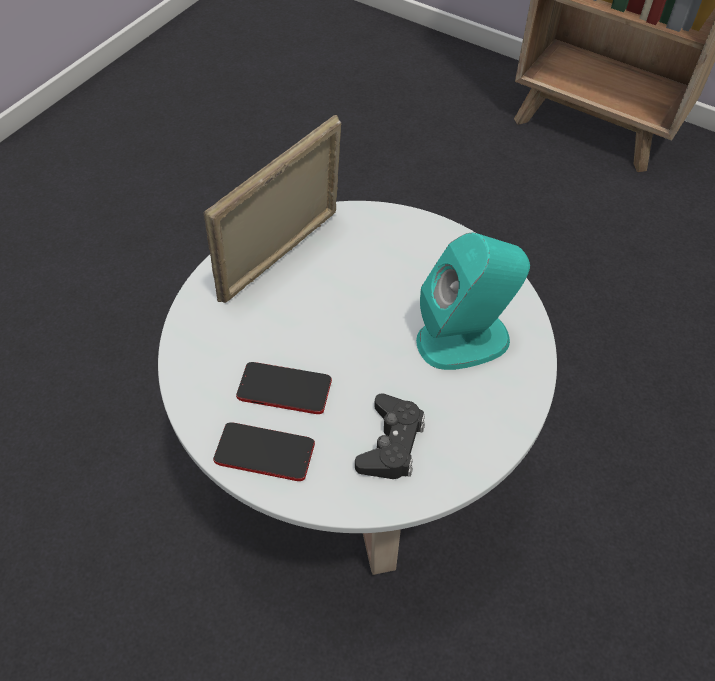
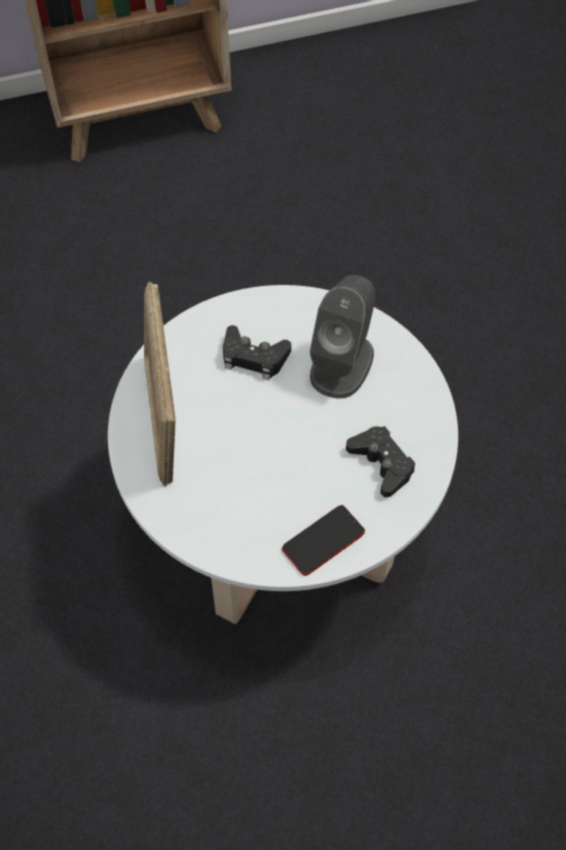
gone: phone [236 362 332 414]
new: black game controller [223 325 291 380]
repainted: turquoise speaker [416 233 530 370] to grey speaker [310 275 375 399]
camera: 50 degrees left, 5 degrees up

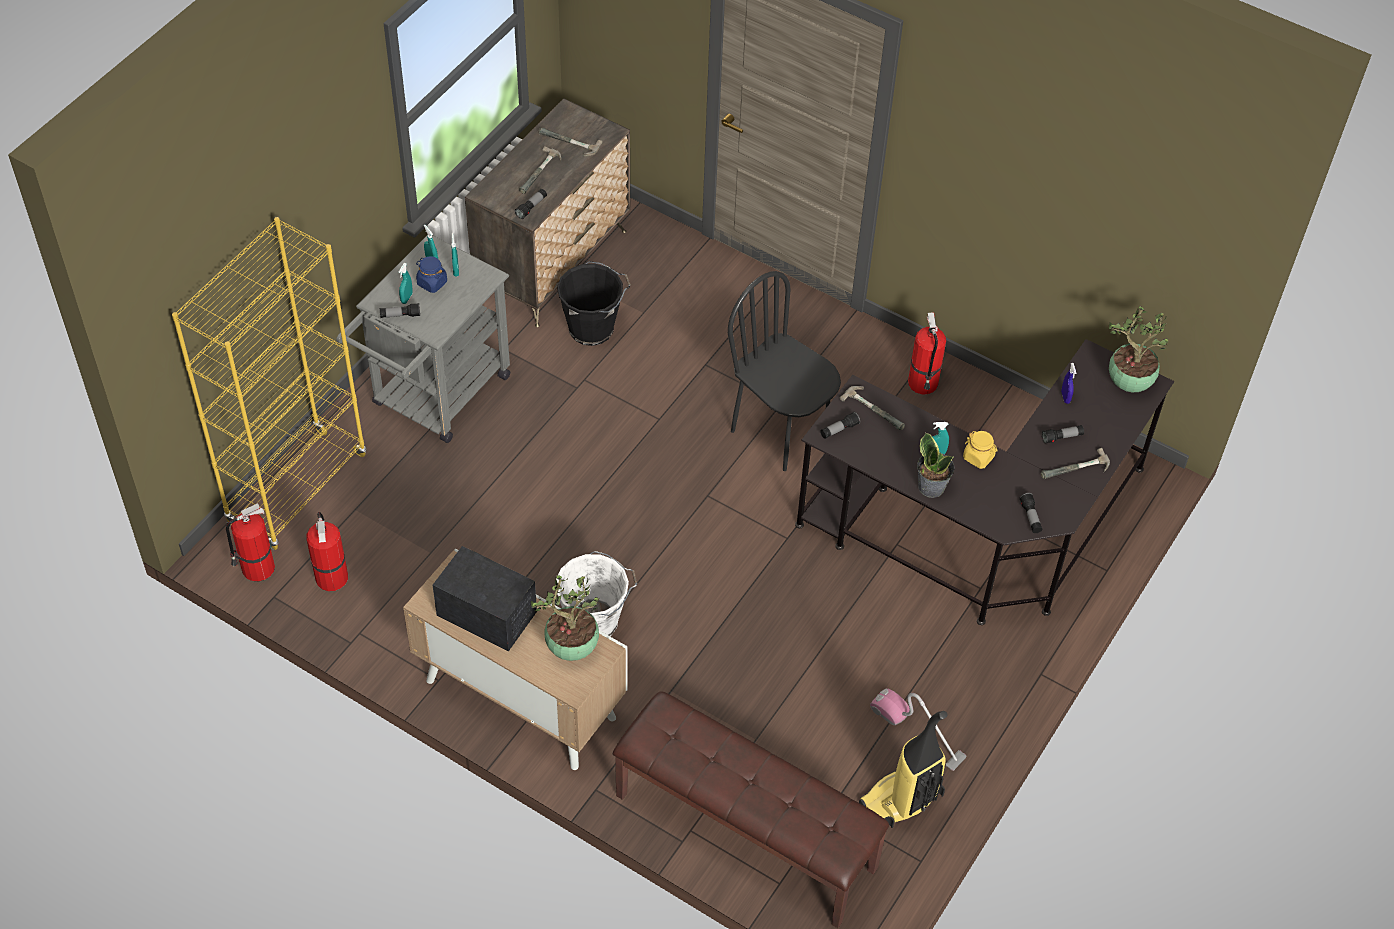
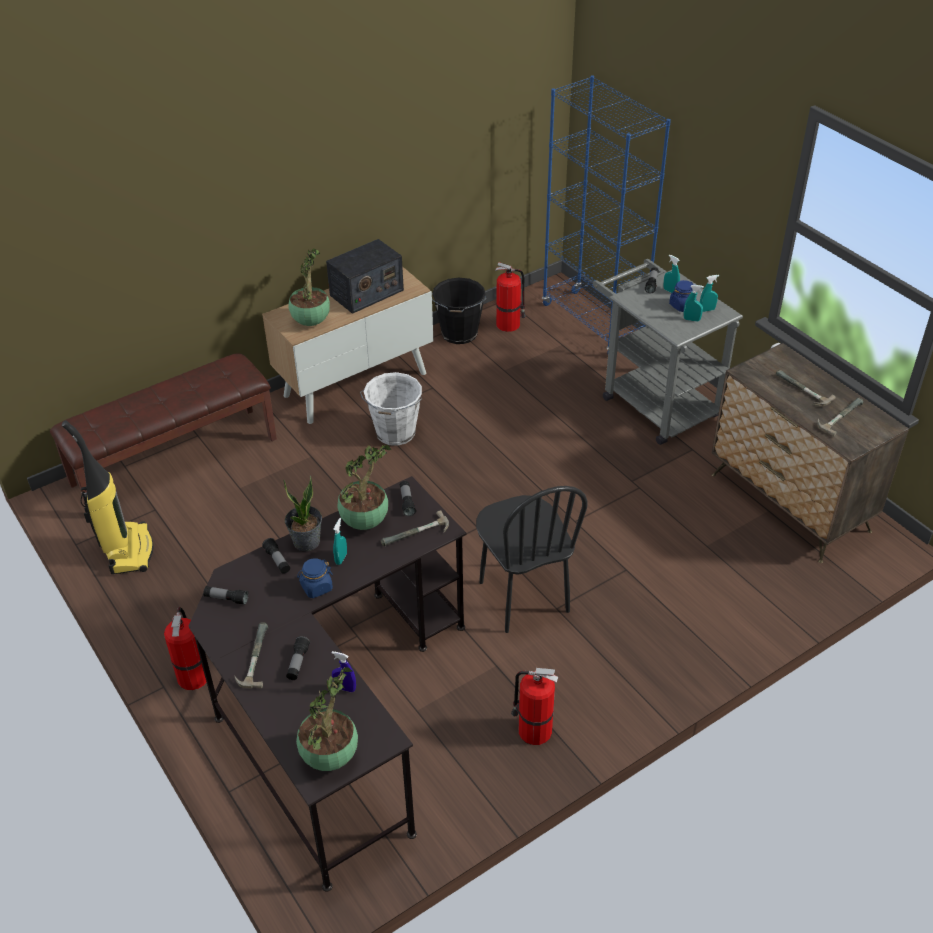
gone: vacuum cleaner [870 688 966 771]
new: potted plant [338 445 391 530]
shifted: fire extinguisher [226 503 275 581] to [164 607 207 690]; flashlight [515 189 547 219] to [262 538 290 574]; black bucket [557 261 631 346] to [432 278 486 344]
repainted: yellow bookcase [172 217 366 551] to blue bookcase [542 75 671 354]; yellow jar [963 431 998 469] to blue jar [297 558 333 598]
rotated: black chair [728 271 841 471] = [476 486 587 633] 90 degrees clockwise
camera: 115 degrees right, 10 degrees down

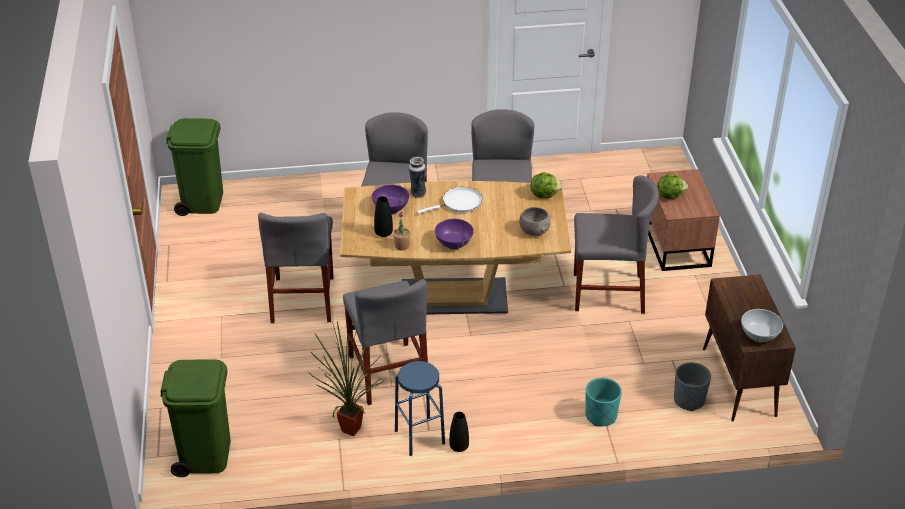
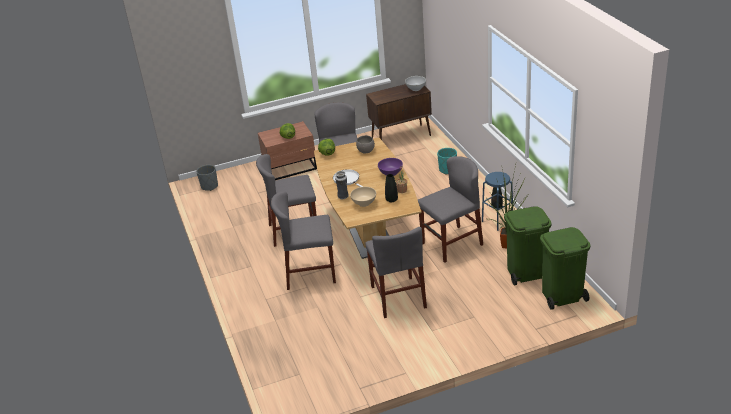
shifted: green trash can [166 118 223 216] to [504 206 552 285]; grey planter [674 362 711 411] to [196 165 218 191]
repainted: purple bowl [372 185 409 214] to beige bowl [350 187 376 207]
rotated: grey chair [258 213 334 323] = [365 227 427 318] 90 degrees clockwise
camera: 100 degrees left, 5 degrees down

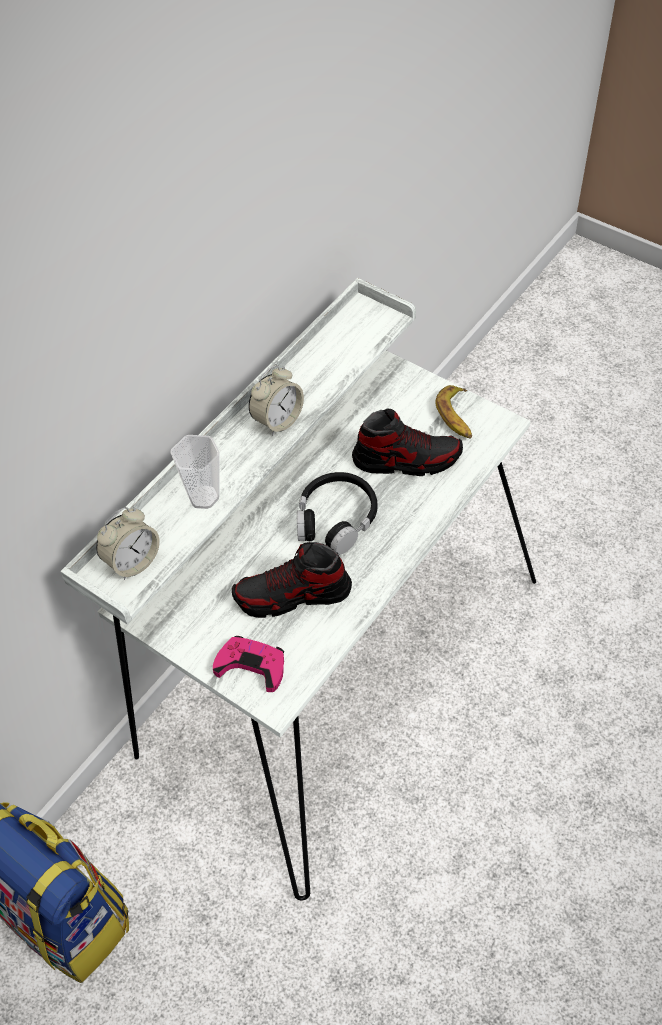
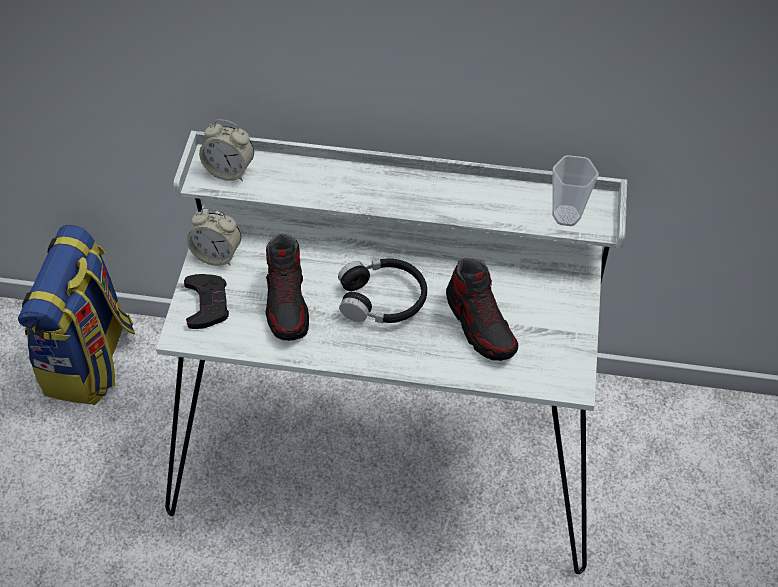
gone: banana [435 385 472 438]
shifted: cup [170 435 220 509] to [552 155 599 226]; alarm clock [249 365 304 436] to [187 208 241 266]
repainted: pink game controller [213 636 284 692] to black game controller [184 274 229 329]
rotated: shoe [232 542 352 618] = [266 234 309 341] 150 degrees counterclockwise
camera: 60 degrees right, 0 degrees up

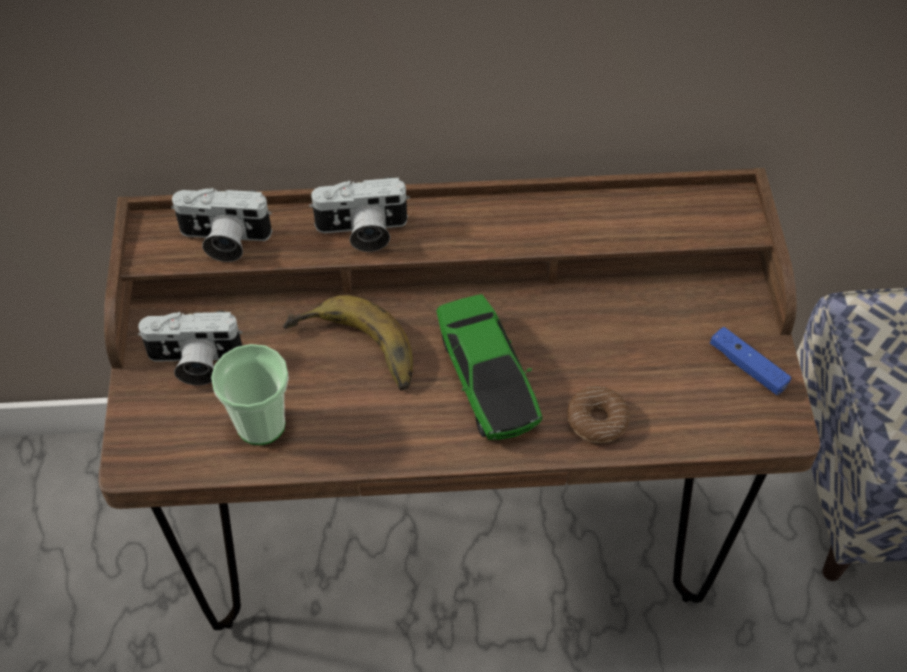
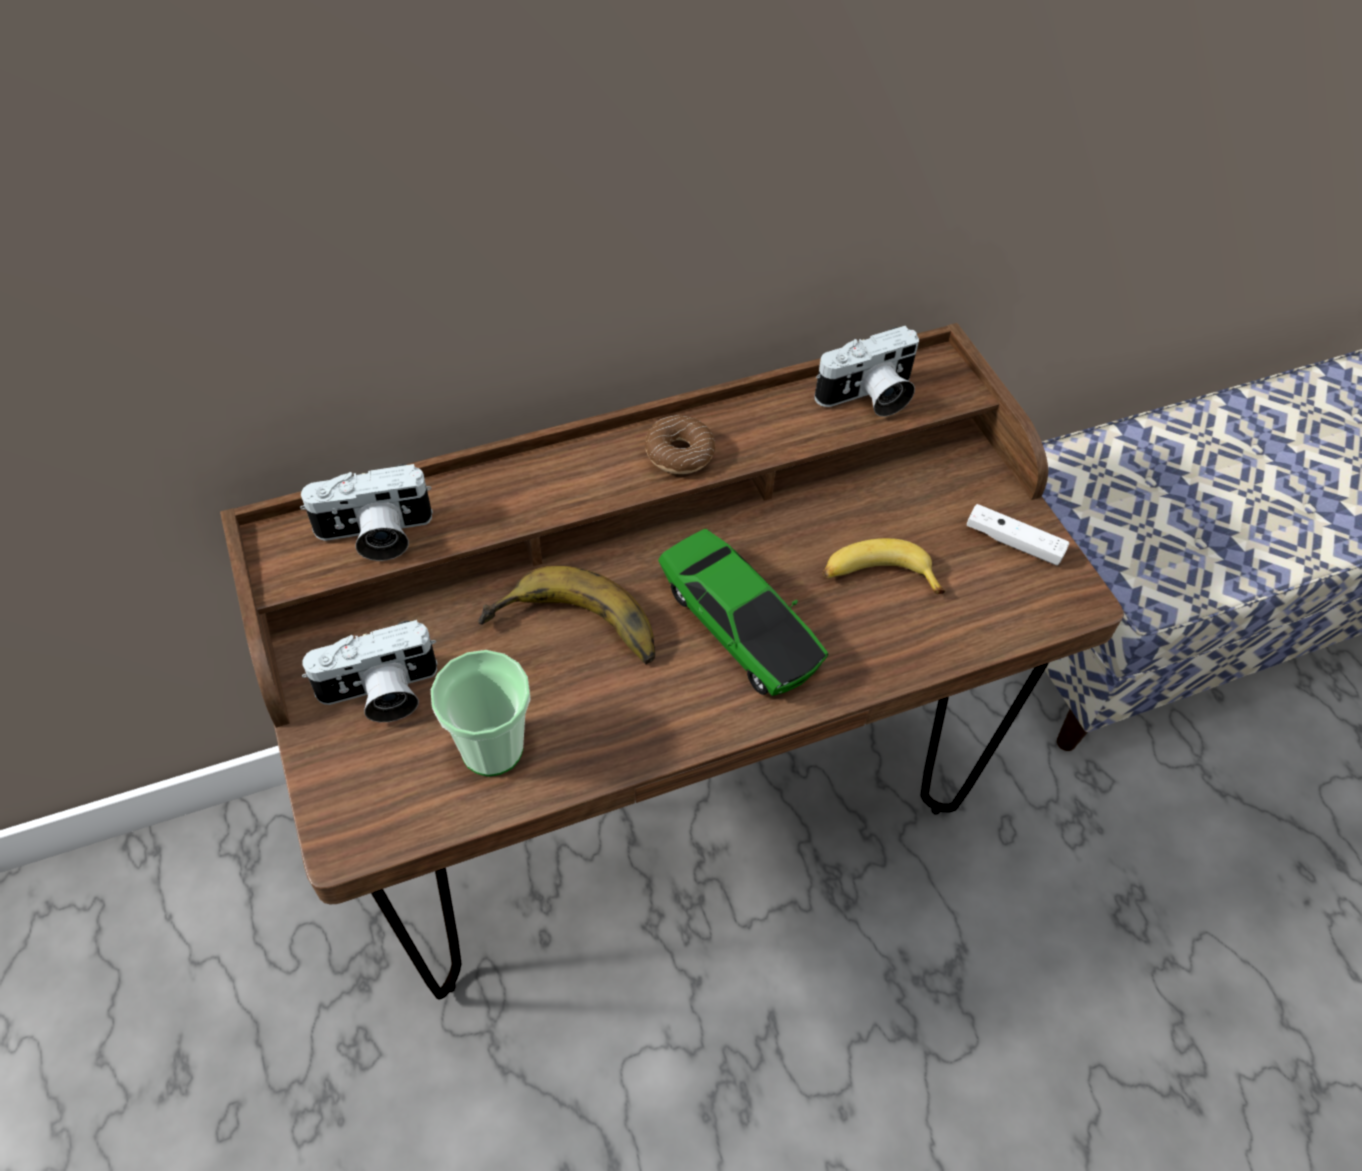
new: banana [823 538 945 594]
shifted: photo camera [309 177 410 252] to [814 326 919 417]; donut [567 386 630 443] to [645 415 715 474]
repainted: blue game controller [710 327 791 395] to white game controller [967 504 1070 566]
camera: 20 degrees left, 0 degrees up

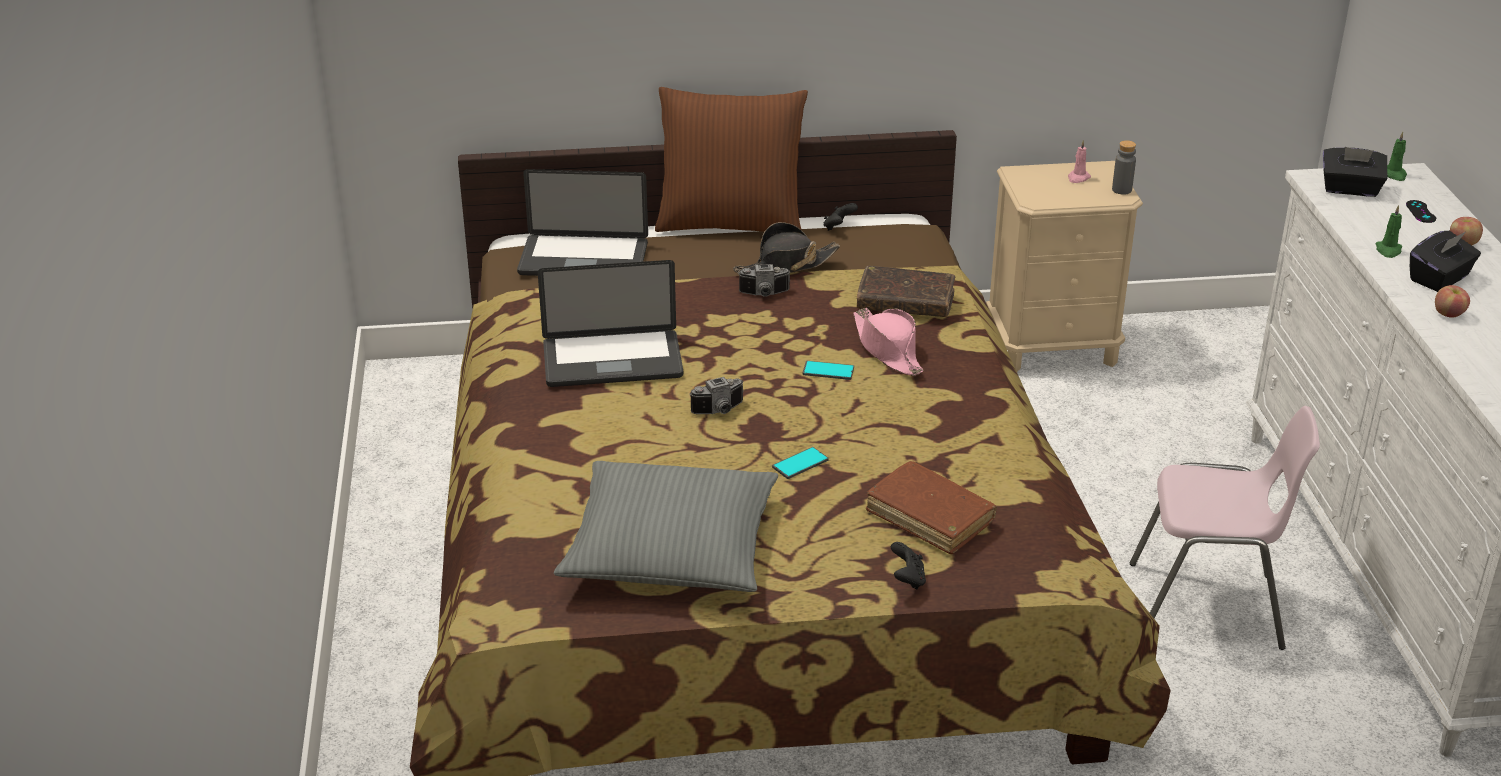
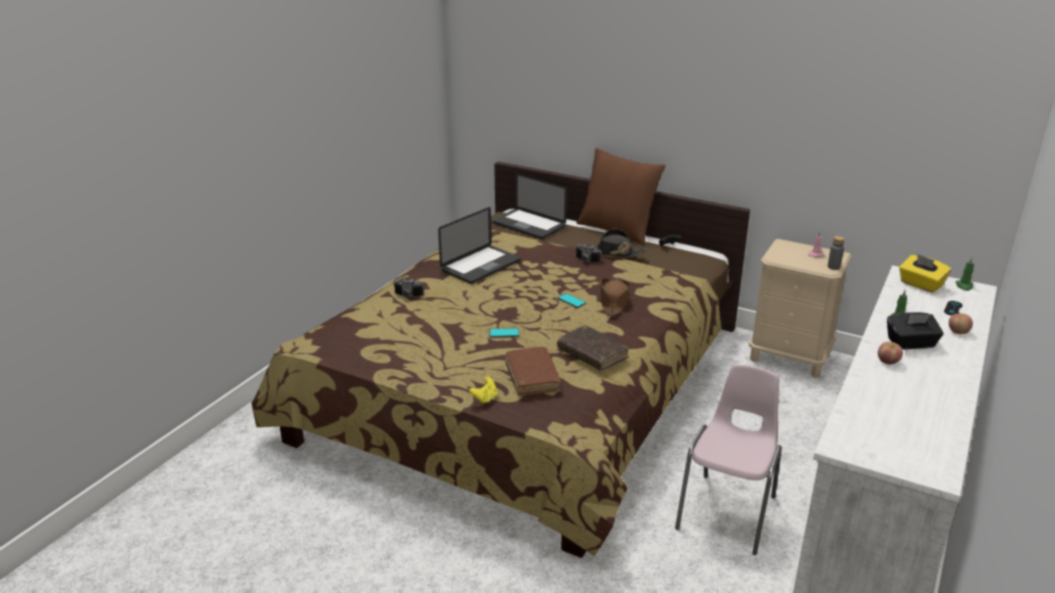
gone: grey pillow [554 461 778 592]
shifted: photo camera [690 377 744 414] to [394 278 424 297]; brown book [857 265 955 317] to [557 325 629 370]
repainted: pink hat [853 308 923 376] to brown hat [601 278 630 316]; black game controller [891 542 926 589] to yellow game controller [469 377 498 405]; black tissue box [1323 147 1388 197] to yellow tissue box [899 254 951 293]
rotated: laptop [538 260 683 387] = [438 207 521 284] 75 degrees counterclockwise; pink chair [1130 406 1320 650] = [675 364 782 555] 105 degrees counterclockwise
camera: 35 degrees right, 5 degrees down

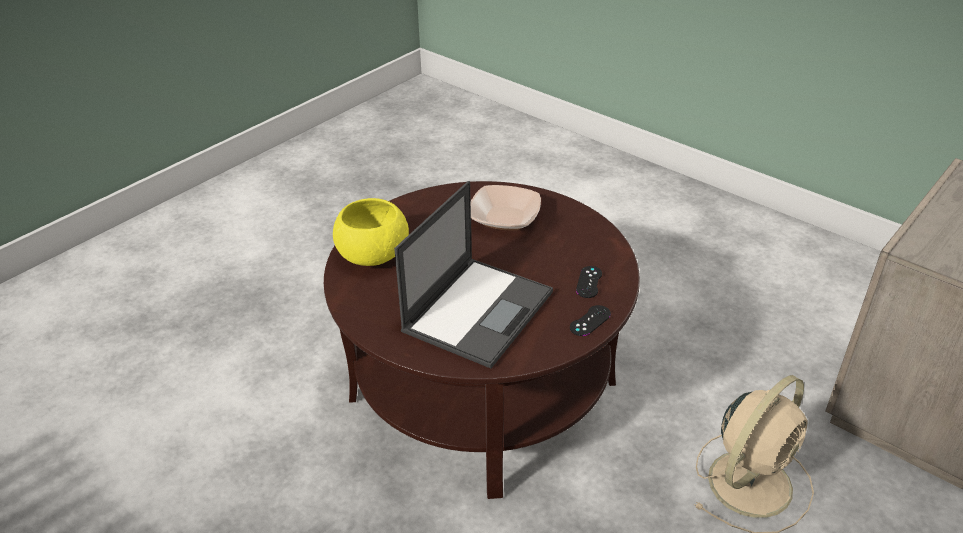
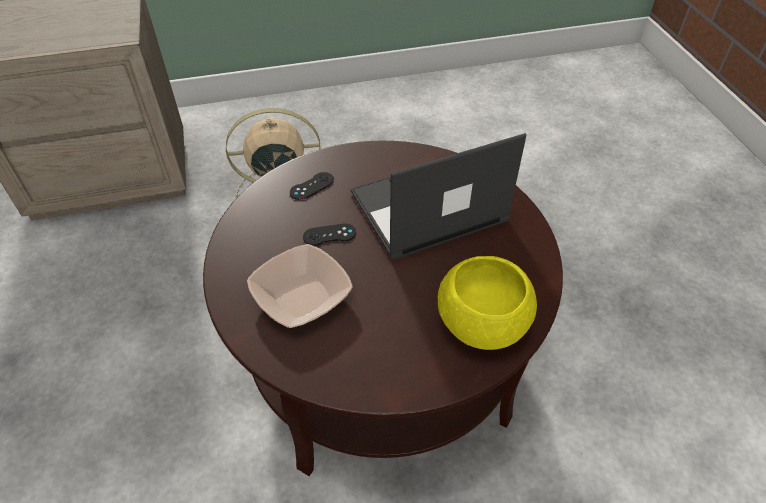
shifted: black game controller [570 305 611 336] to [303 223 356 246]
camera: 145 degrees left, 10 degrees up

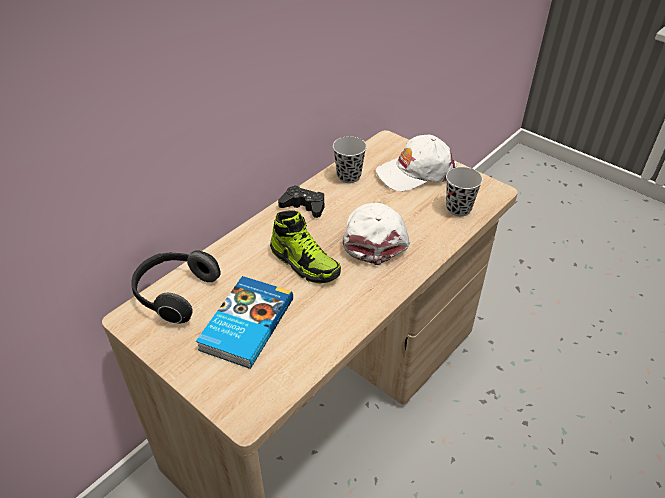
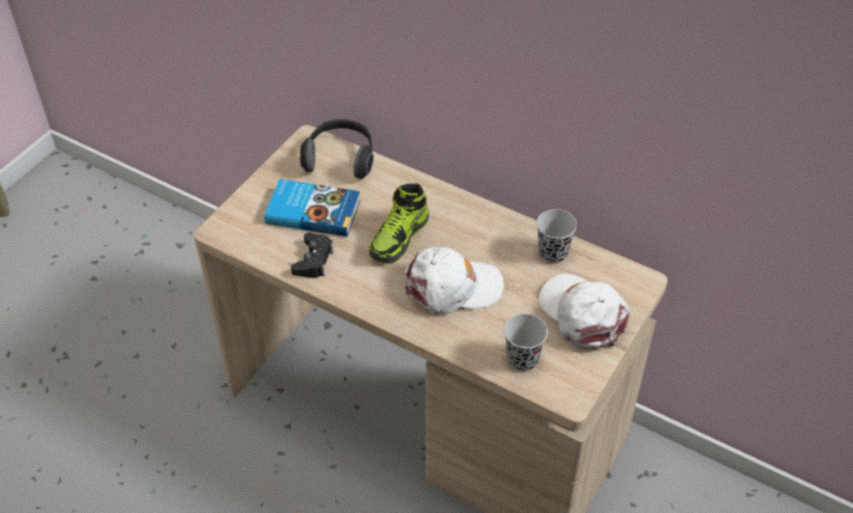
shifted: black game controller [278 185 324 218] to [291 233 334 278]
camera: 80 degrees right, 5 degrees up

